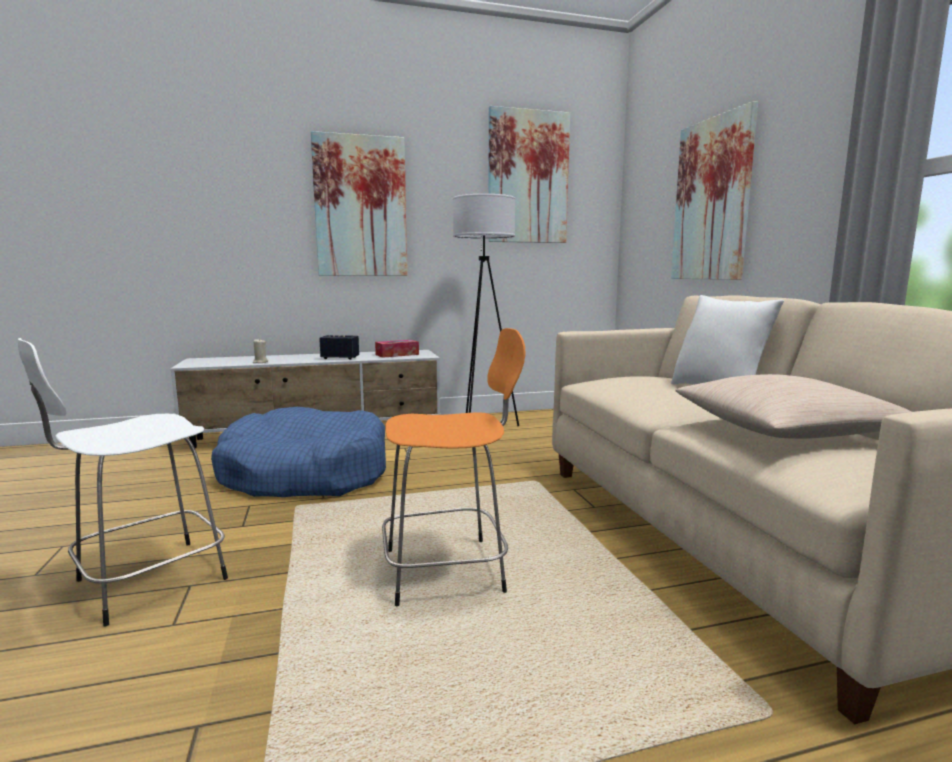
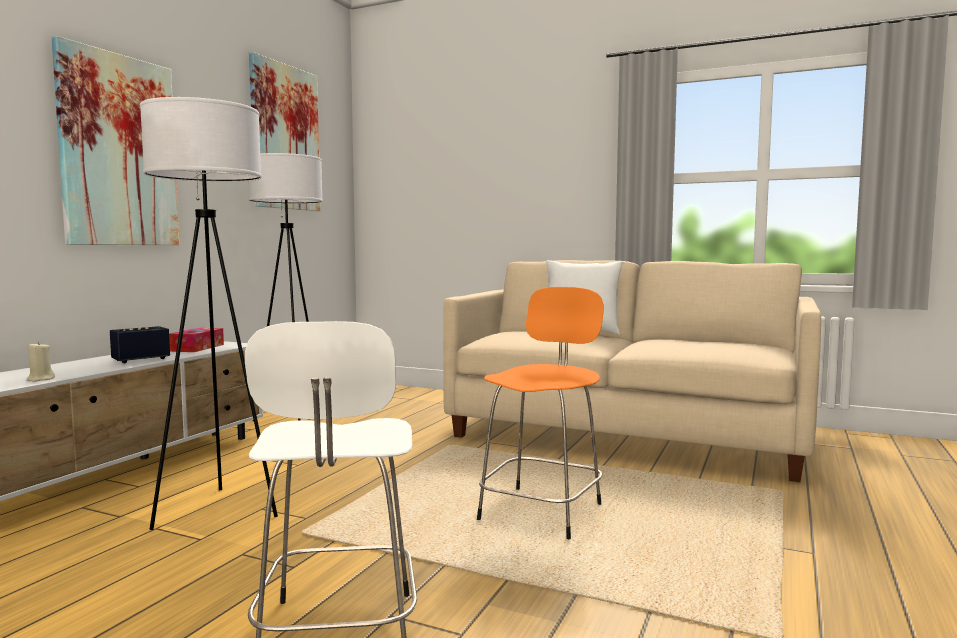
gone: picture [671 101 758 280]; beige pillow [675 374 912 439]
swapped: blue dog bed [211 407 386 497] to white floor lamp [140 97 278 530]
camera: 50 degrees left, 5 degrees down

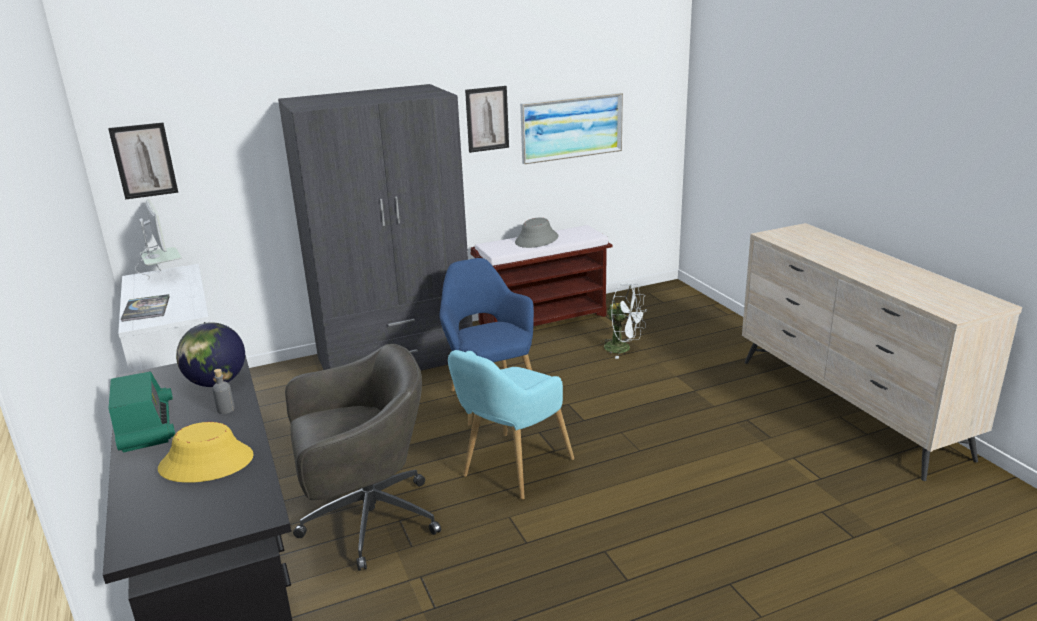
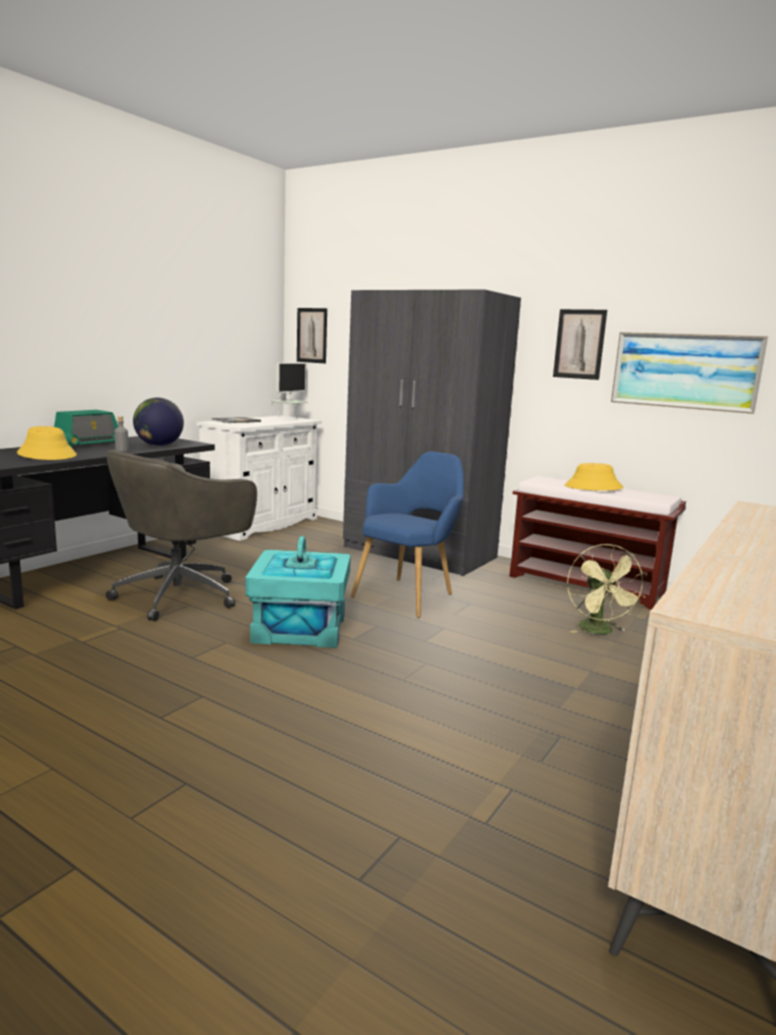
swapped: turquoise armchair [448 350 574 500] to turquoise storage box [246 536 351 648]
repainted: grey hat [515 218 559 248] to yellow hat [565 463 623 491]; white fan [601 283 647 359] to green fan [567 544 647 634]
rotated: grey office chair [285 344 441 571] = [106 449 257 621] 90 degrees clockwise
camera: 55 degrees right, 10 degrees down

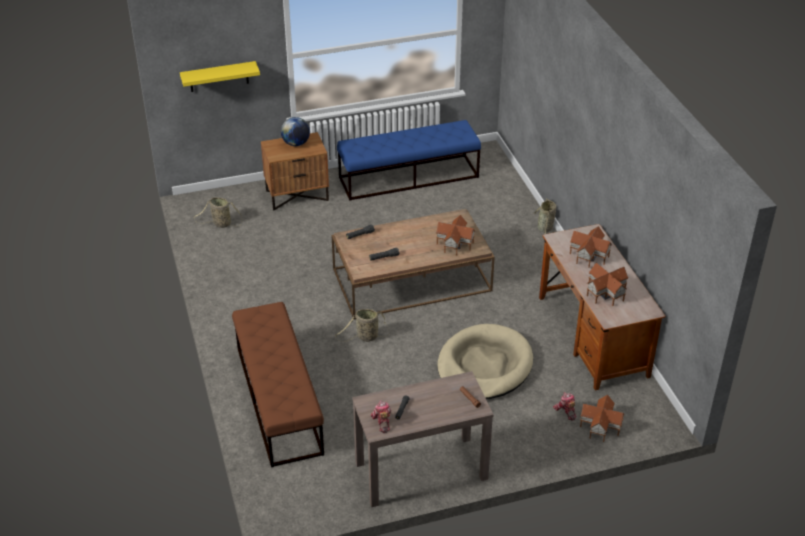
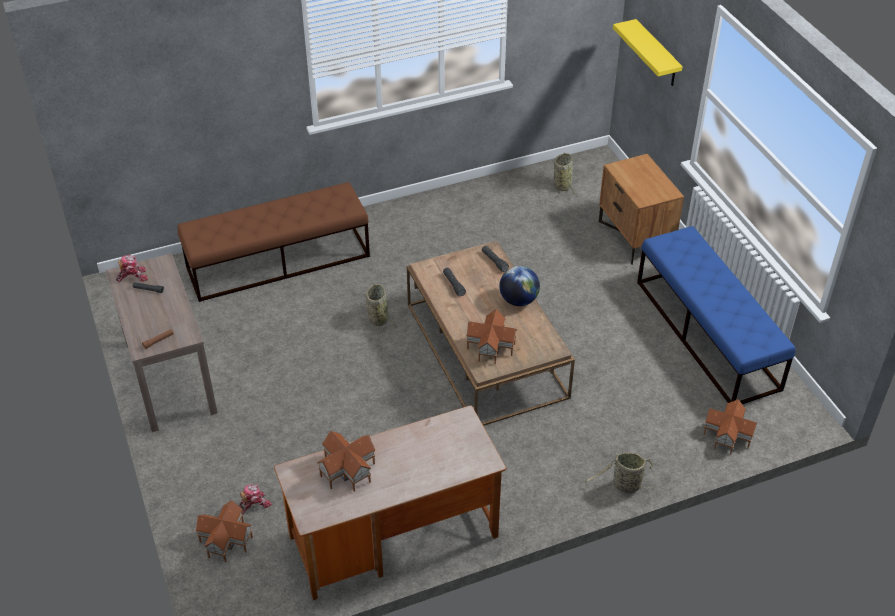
gone: beige dog bed [438 324 533 399]
shifted: globe [281 117 310 146] to [499 266 540 306]; toy house [570 226 612 268] to [703 399 757 455]
camera: 85 degrees right, 5 degrees up

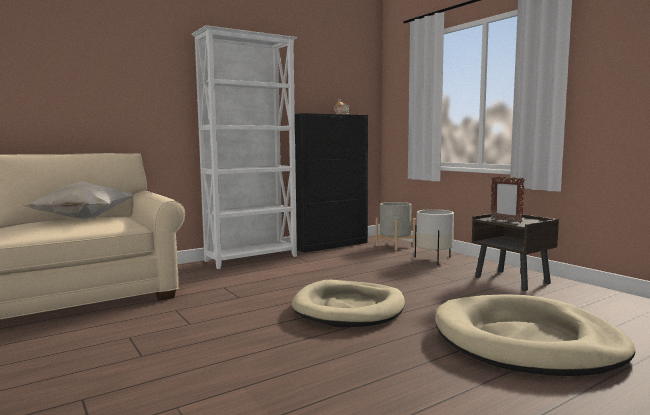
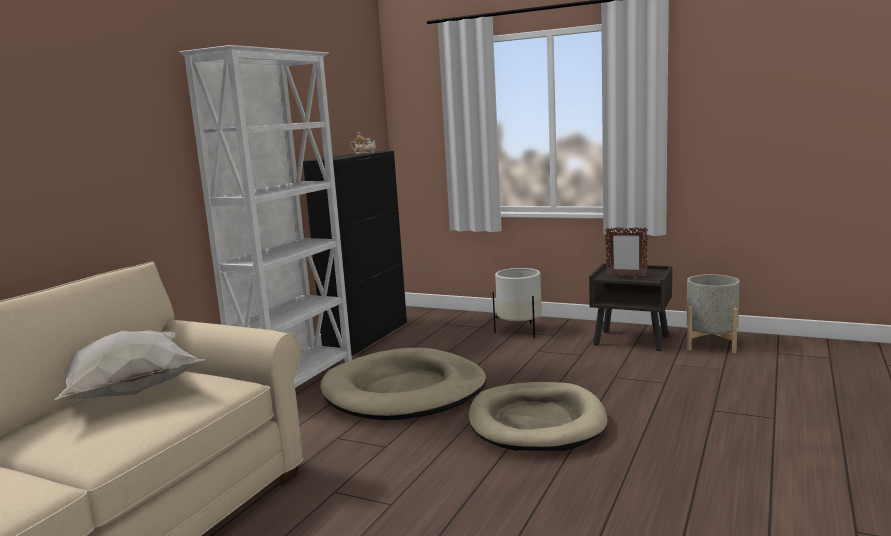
shifted: grey planter [375 202 416 250] to [686 274 740 353]; beige dog bed [435 294 635 376] to [320 348 486 420]
camera: 30 degrees left, 5 degrees up

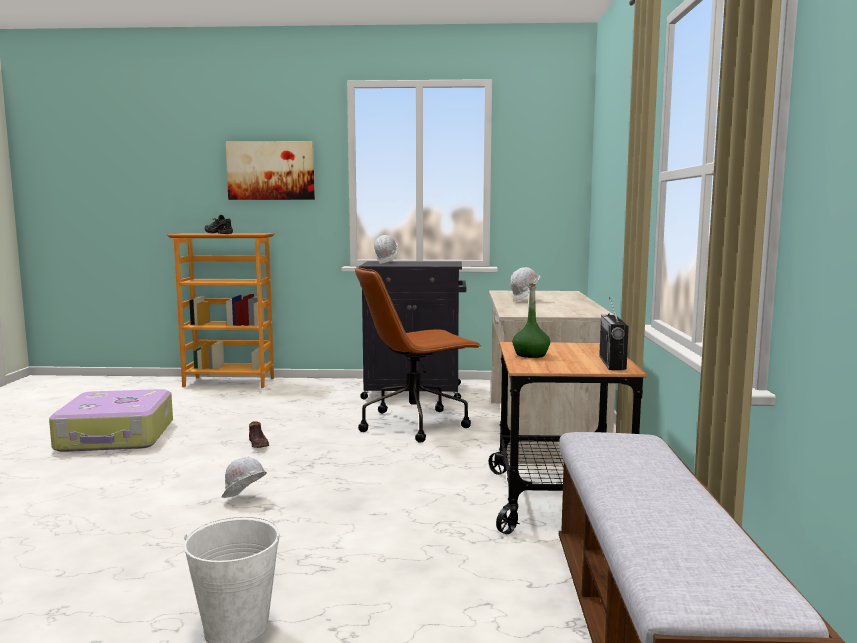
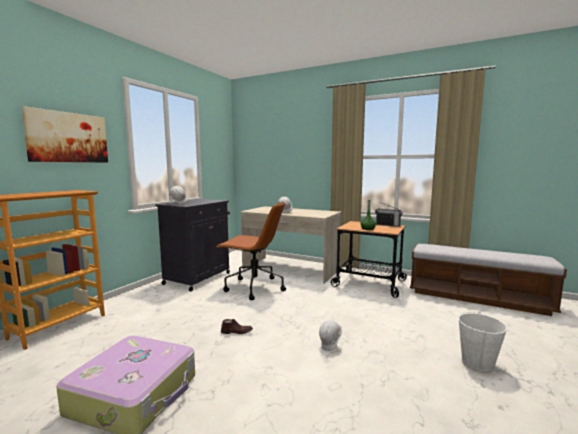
gone: black shoe [205 215 233 234]
rotated: brown office chair [355 267 481 443] = [217 201 286 300] 75 degrees counterclockwise
camera: 65 degrees left, 0 degrees up

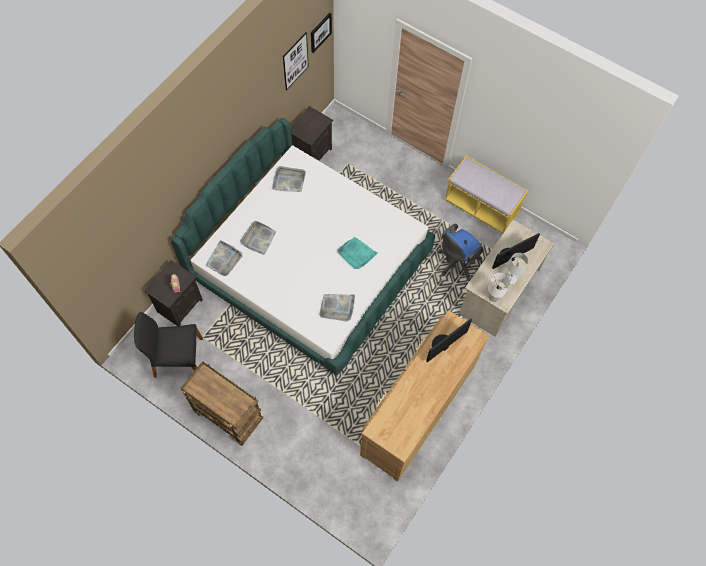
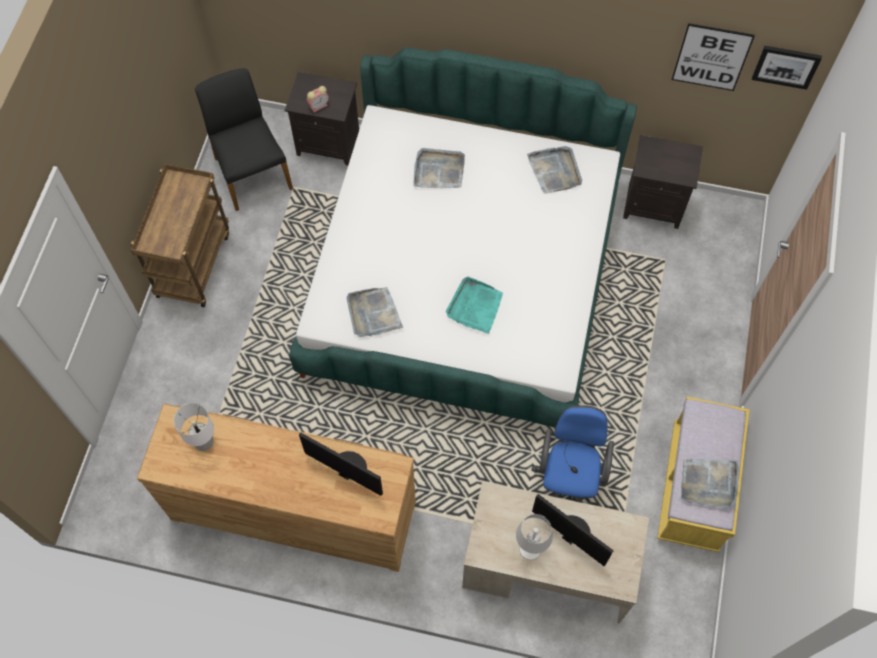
shifted: grey tray [205 240 242 276] to [681 459 739 509]; white table lamp [488 273 510 302] to [174 403 214 451]
rotated: blue office chair [438 224 484 280] = [531 405 614 503] 75 degrees clockwise
camera: 70 degrees right, 0 degrees up

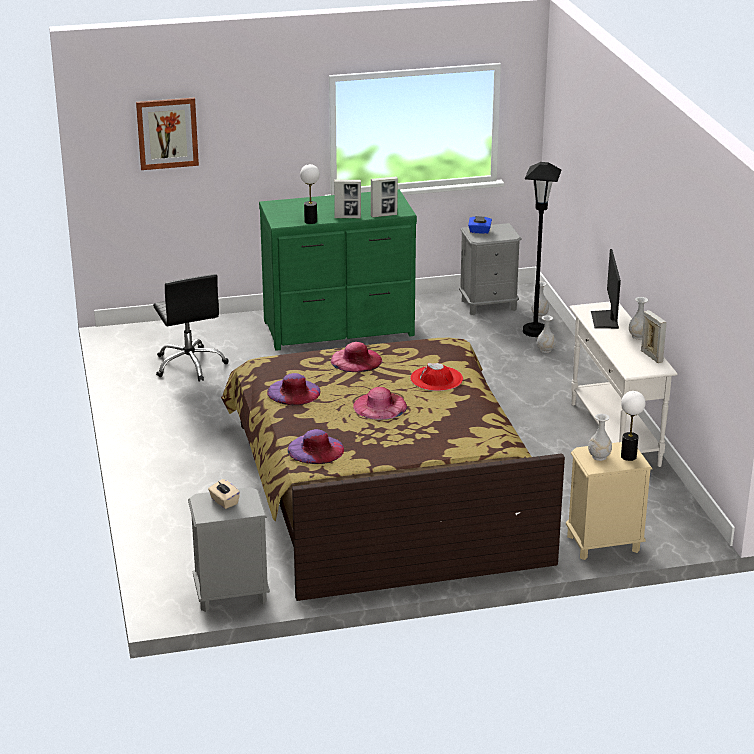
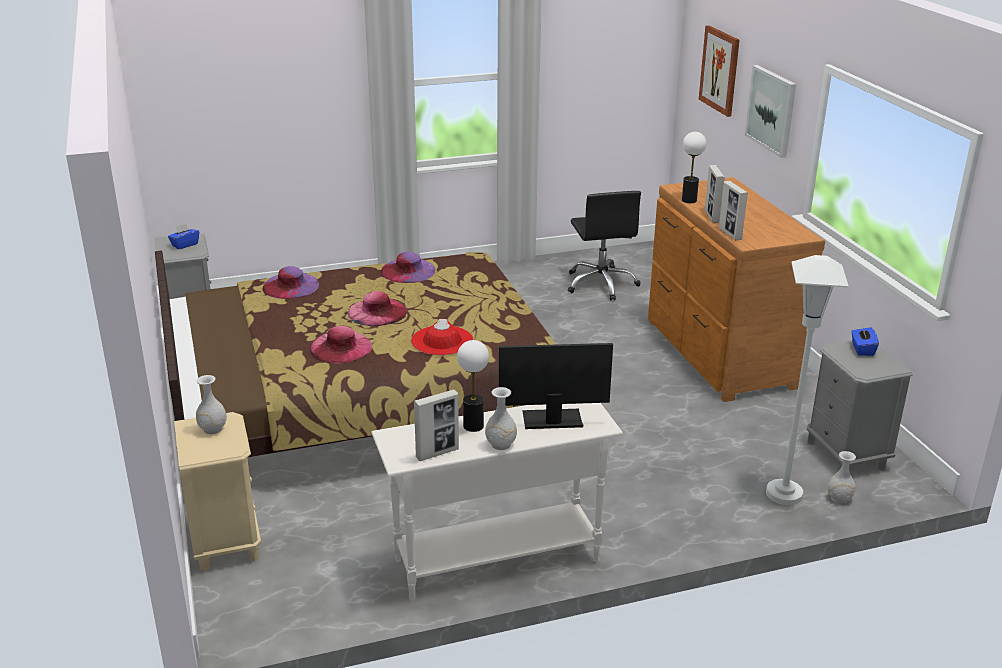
gone: white vase [537 315 555 353]
new: picture [745 65 796 158]
shifted: pink hat [331 342 382 372] to [310 326 372 364]; table lamp [621 391 645 461] to [457 340 489 432]
repainted: beige tissue box [208 479 240 509] to blue tissue box [168 223 199 250]; green dresser [259 189 417 351] to brown dresser [648 177 825 402]; black floor lamp [523 162 562 337] to white floor lamp [766 255 849 505]
rotated: black office chair [153 274 229 381] = [568 191 641 300] 75 degrees counterclockwise
camera: 85 degrees right, 0 degrees up

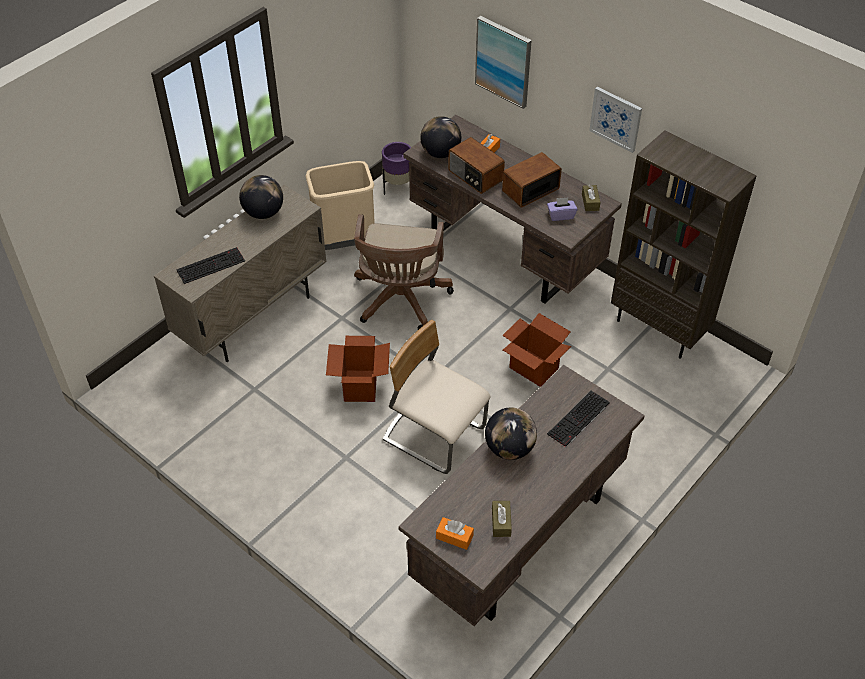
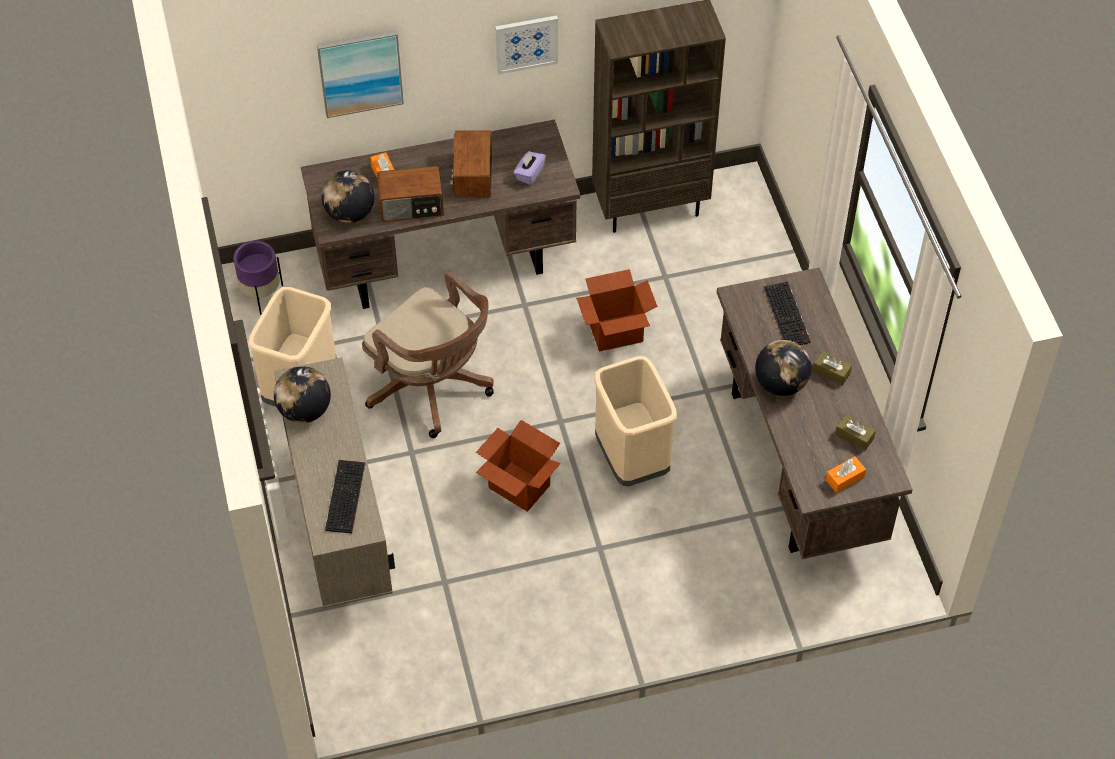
shifted: brown tissue box [582 184 600 211] to [813 351 852 386]
swapped: beige chair [382 320 490 474] to beige trash can [594 356 677 486]
camera: 55 degrees left, 5 degrees up

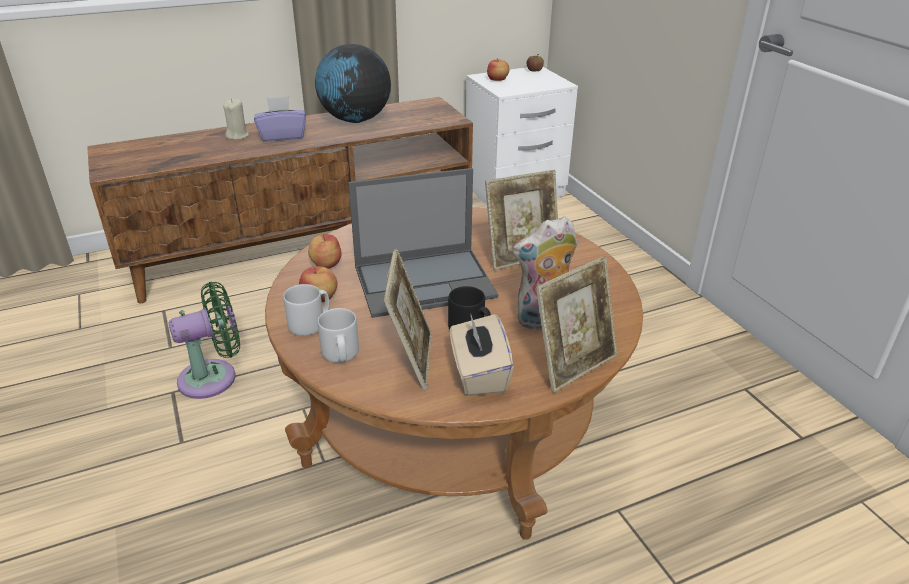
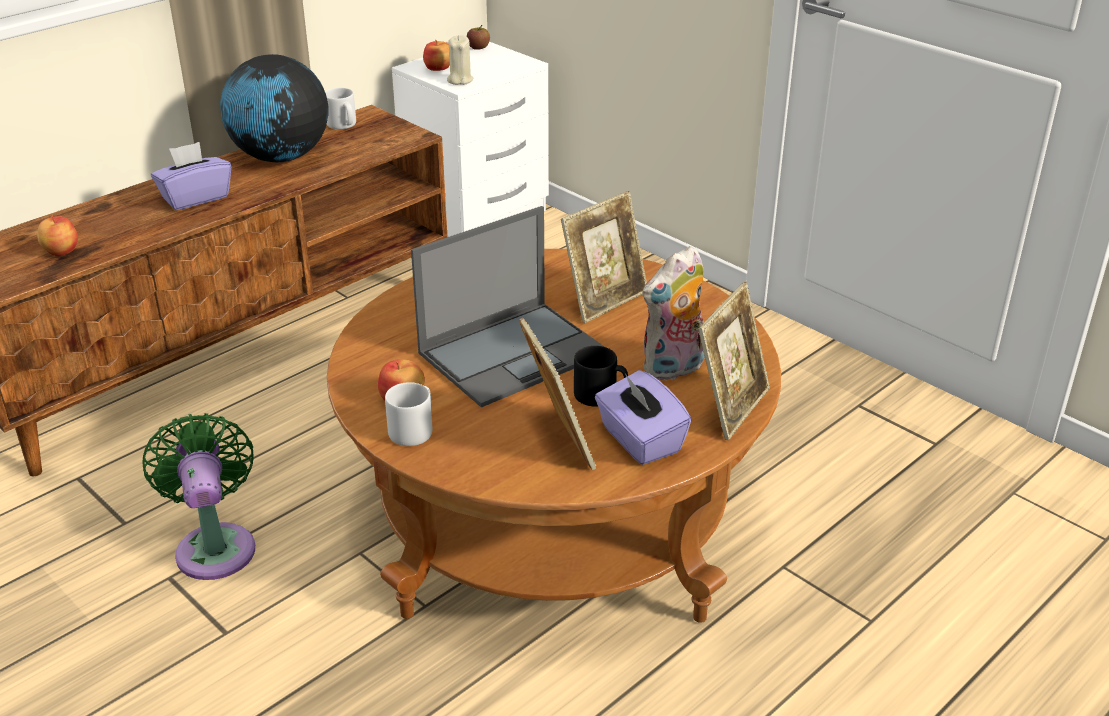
shifted: beige candle [223 99 249 140] to [447 35 473 85]; apple [308 234 342 269] to [37 215 78 256]; grey mug [318 308 359 363] to [325 88 356 129]
repainted: beige tissue box [450 313 514 396] to purple tissue box [595 370 691 465]
rotated: green fan [168 282 240 399] = [142 413 255 580] 60 degrees counterclockwise
camera: 20 degrees left, 0 degrees up

